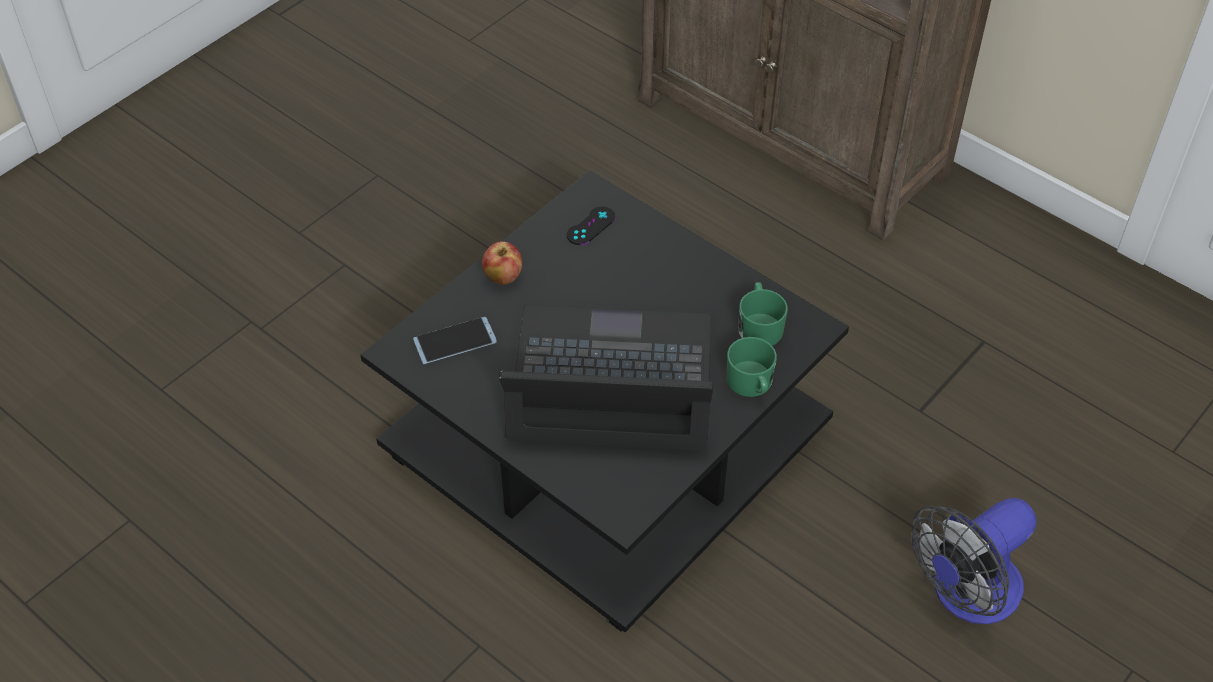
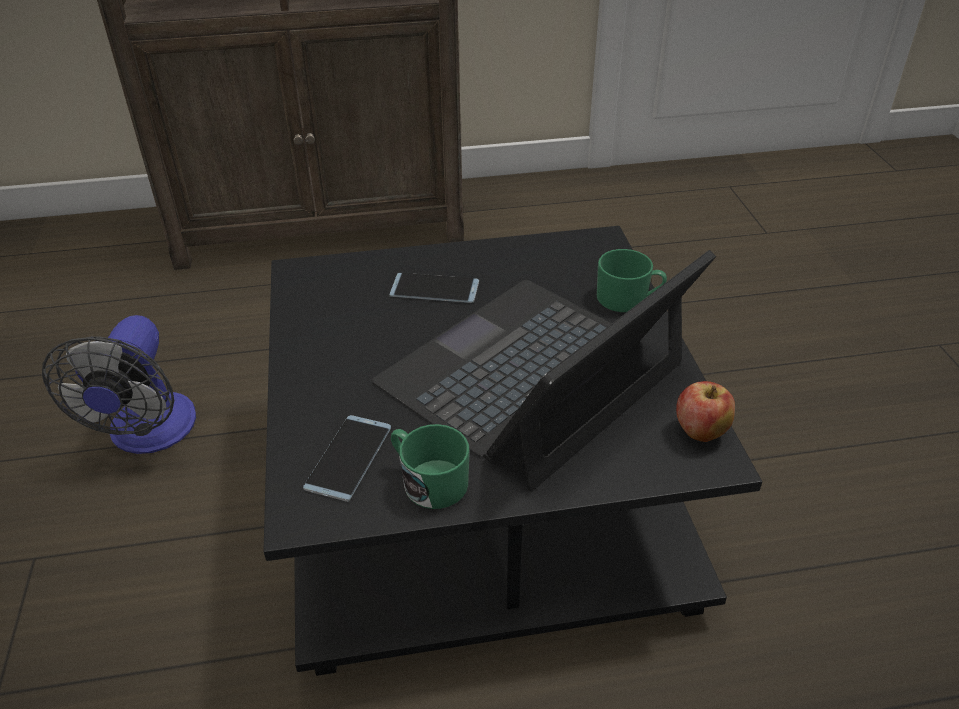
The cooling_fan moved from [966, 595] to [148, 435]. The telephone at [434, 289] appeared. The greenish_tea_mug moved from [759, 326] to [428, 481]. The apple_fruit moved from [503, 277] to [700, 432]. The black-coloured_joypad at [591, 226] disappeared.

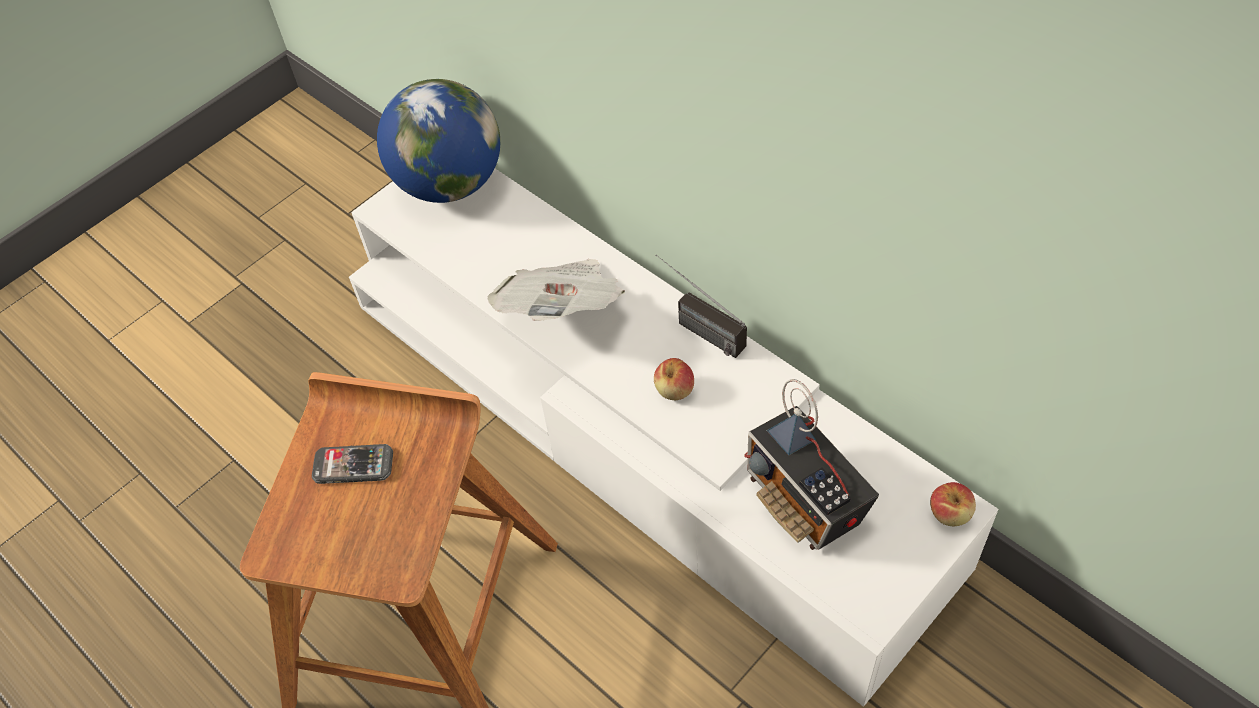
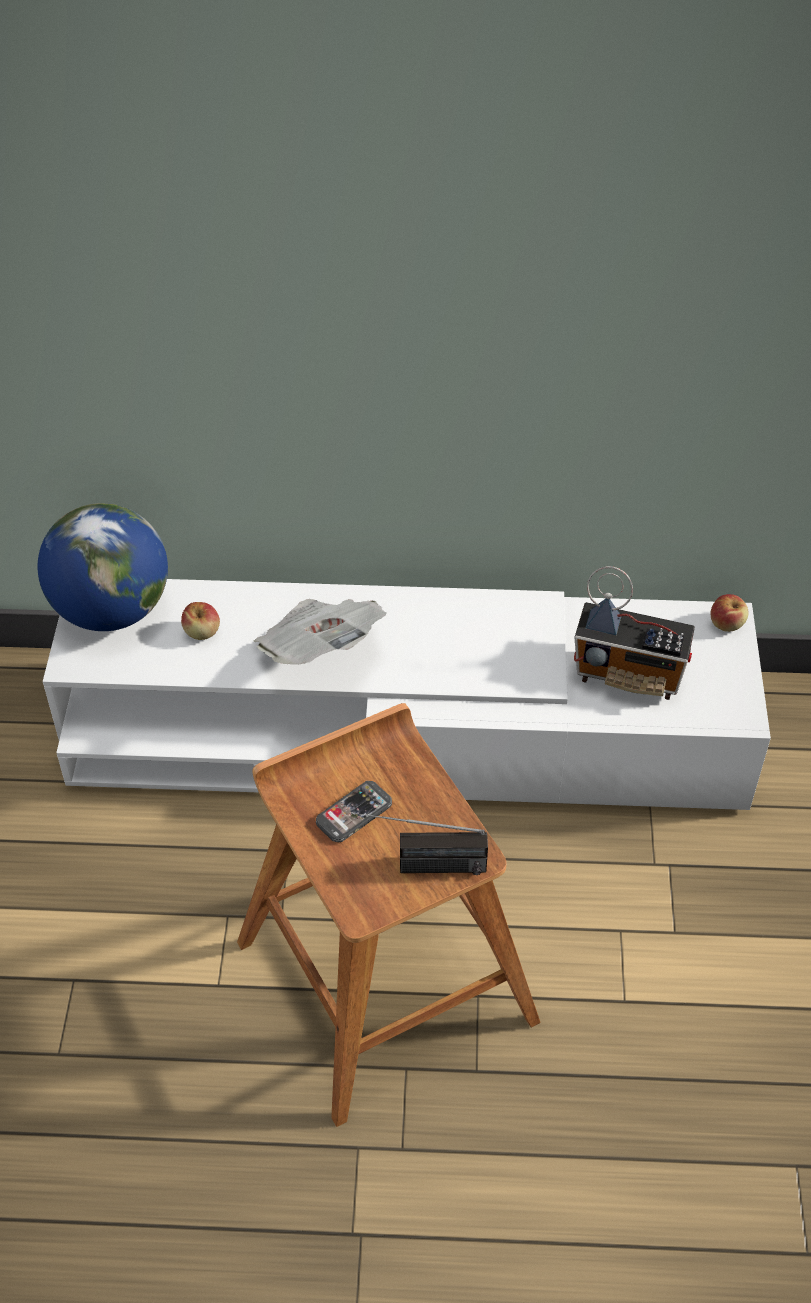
The apple_fruit moved from [674, 390] to [202, 632]. The radio_receiver moved from [695, 327] to [419, 866].

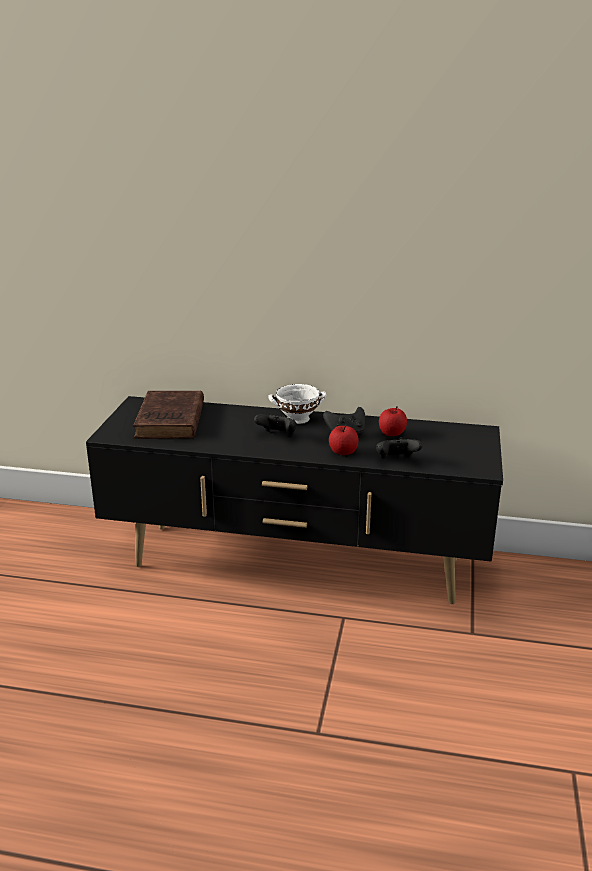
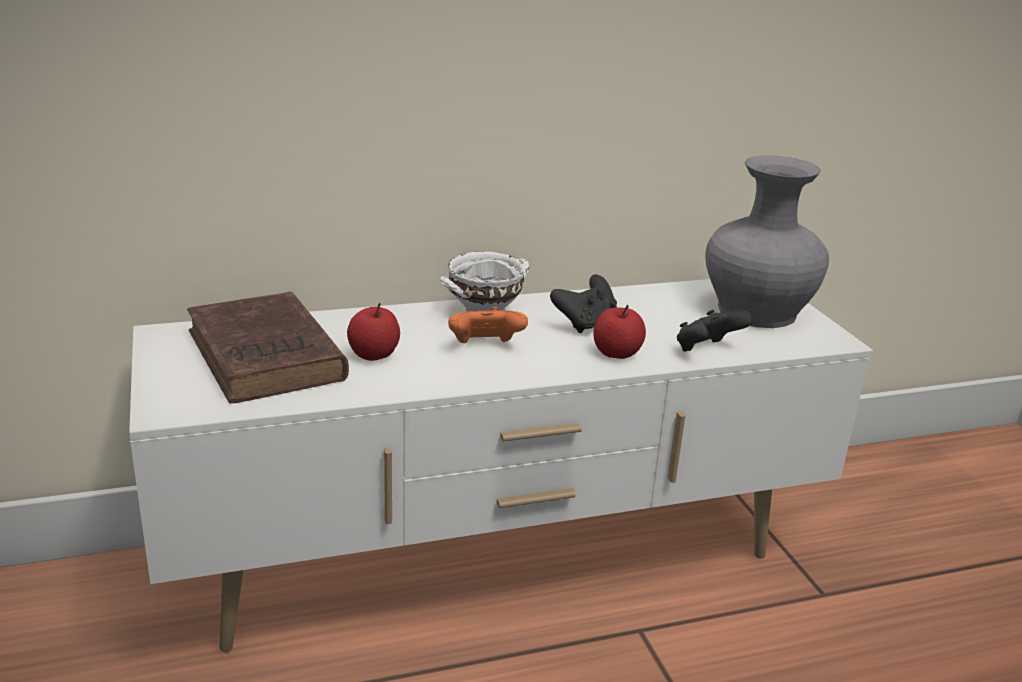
The black-coloured_media_console at [297, 565] became the whitish_media_console at [499, 562]. The apple_fruit moved from [392, 433] to [374, 355]. The black-coloured_joypad at [277, 436] became the orange-coloured_joypad at [485, 347]. The grey_vase at [755, 311] appeared.

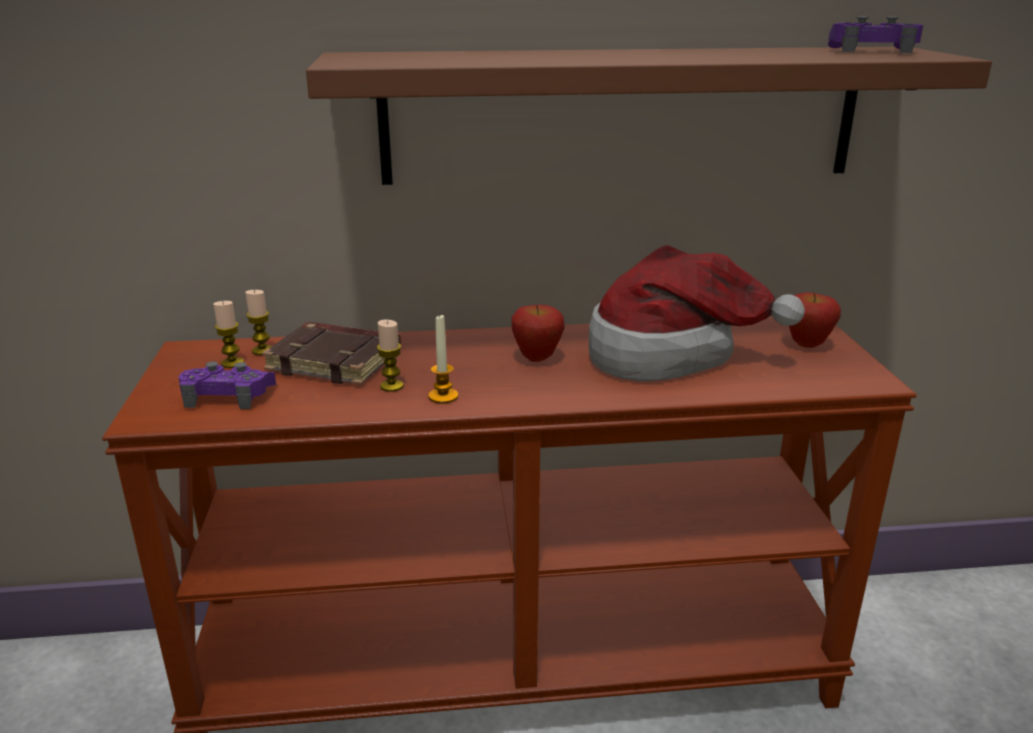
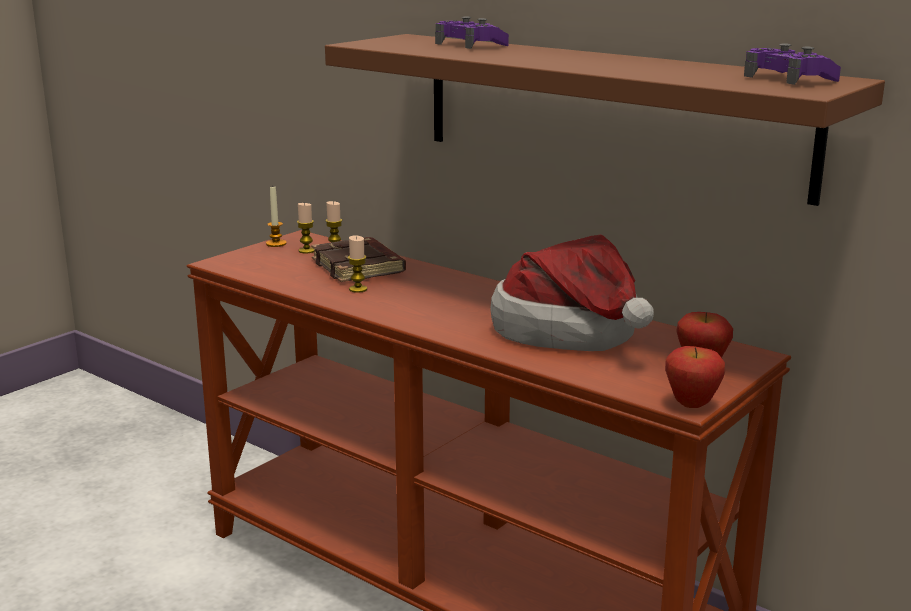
The wax_light moved from [443, 396] to [276, 244]. The purple_joypad moved from [228, 395] to [470, 45]. The apple_fruit moved from [537, 359] to [691, 405].

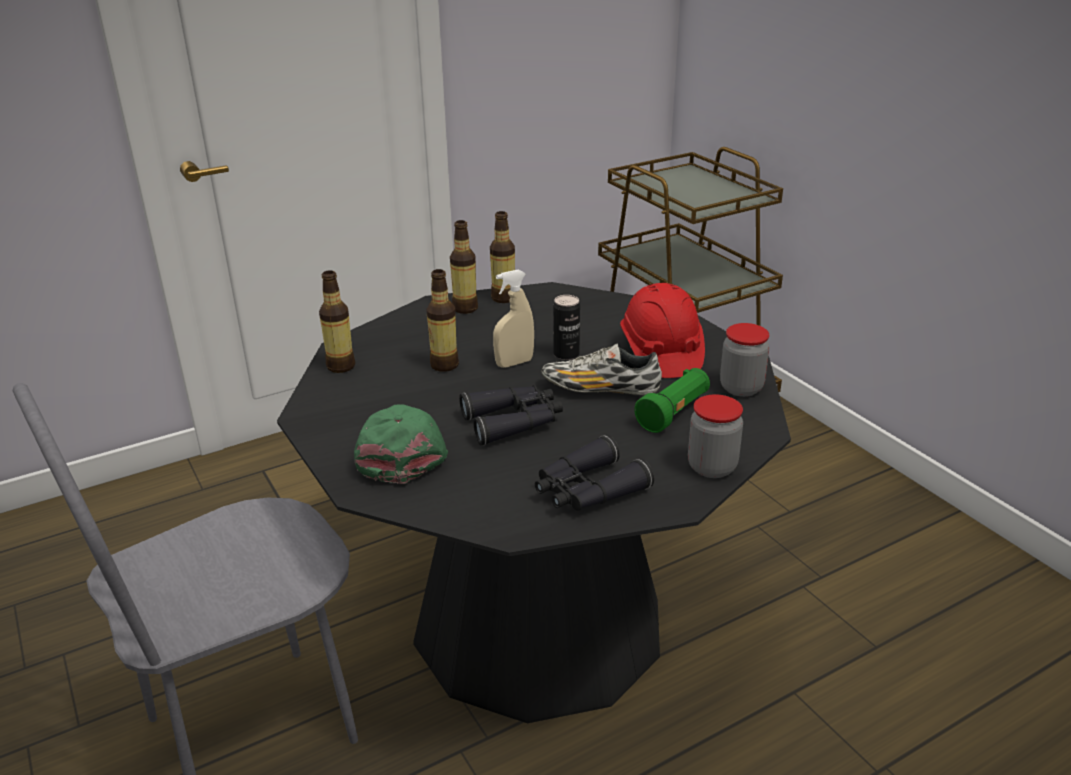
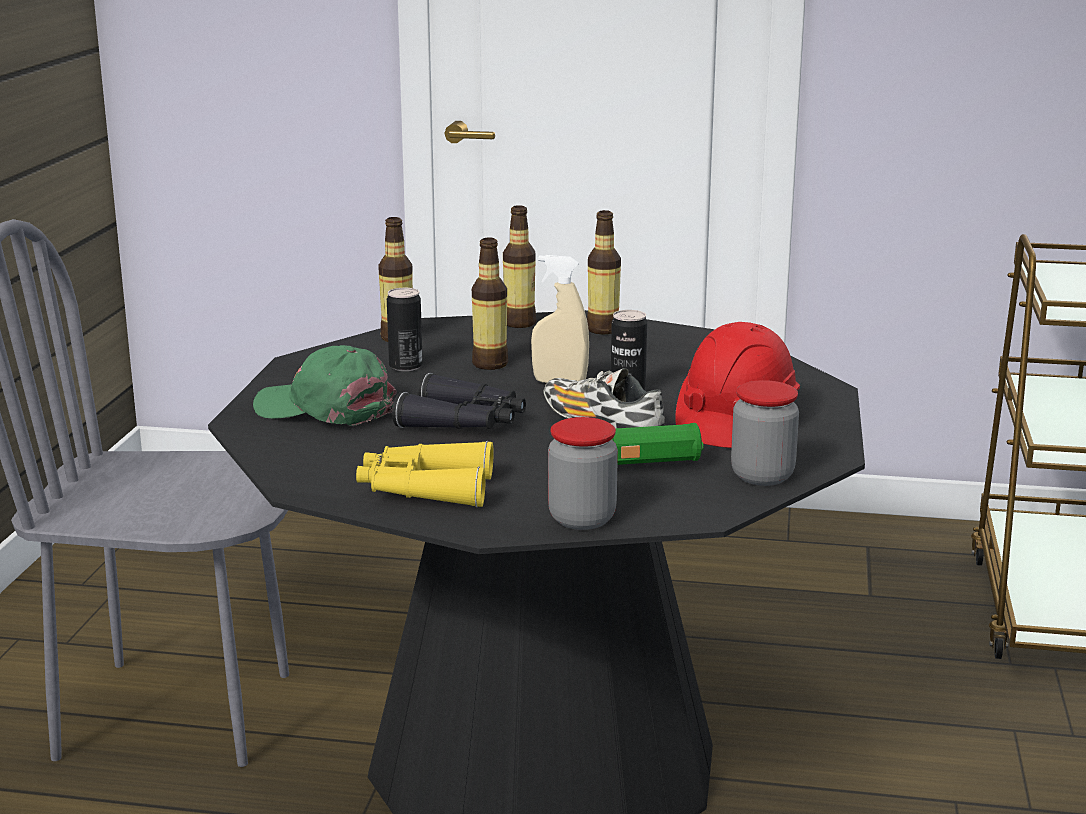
The greenish_cap at [401, 451] turned 105 degrees counterclockwise. The black-coloured_field_glasses at [587, 490] became the yellow_field_glasses at [424, 489]. The can at [405, 366] appeared. The bottle moved from [503, 298] to [519, 323].

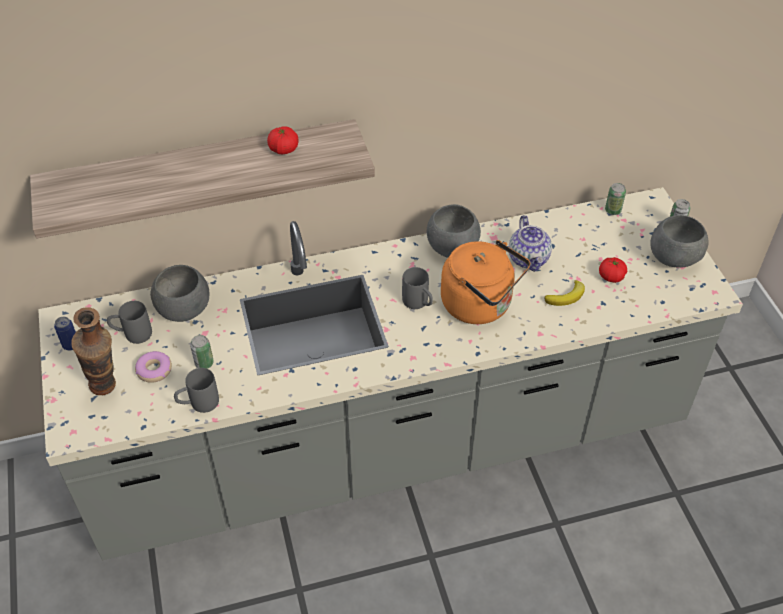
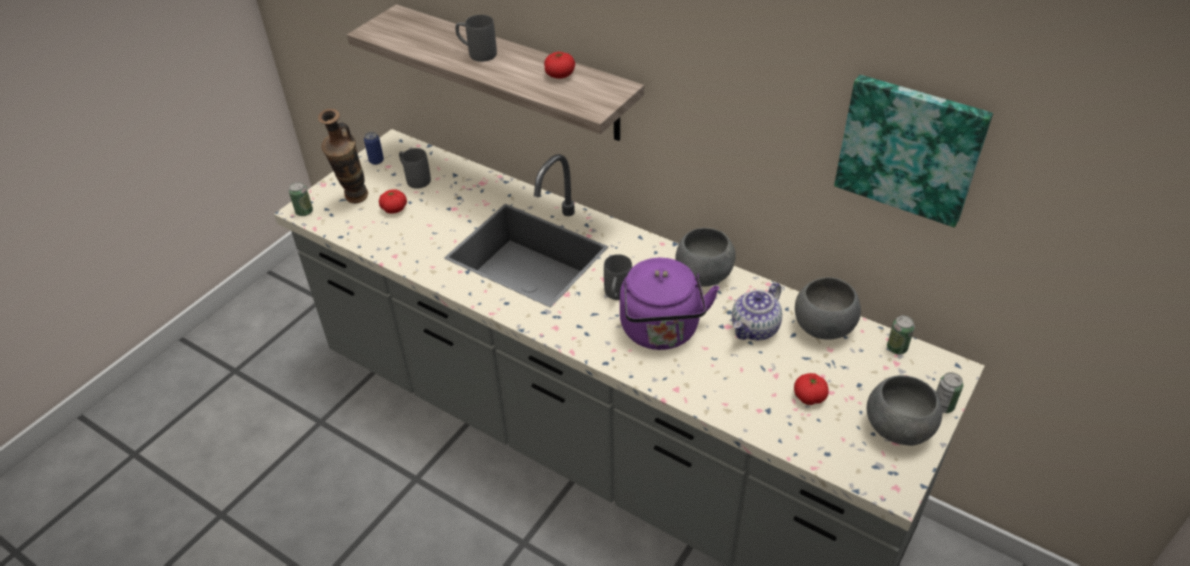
The can moved from [204, 363] to [304, 212]. The doughnut at [154, 370] was replaced by the whole_tomato at [394, 209]. The grey_tea_mug moved from [198, 404] to [477, 53]. The orange-coloured_water_kettle at [480, 305] became the purple_water_kettle at [661, 332]. The grey_serving_bowl moved from [183, 310] to [823, 327]. The wall_picture at [910, 148] appeared. The whole_banana at [566, 296] disappeared.

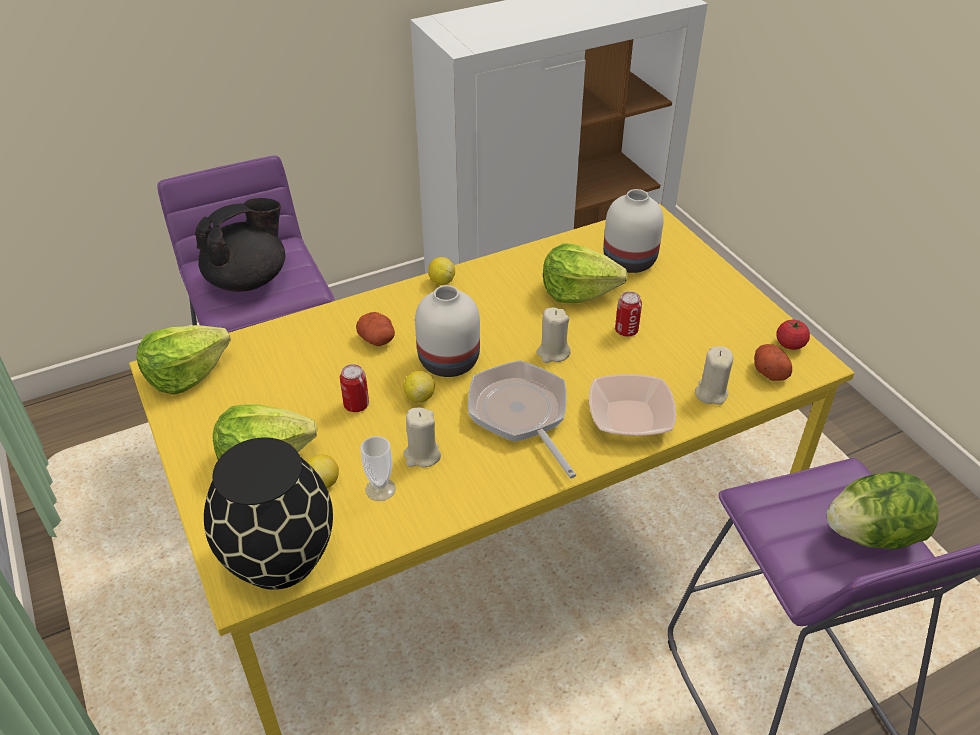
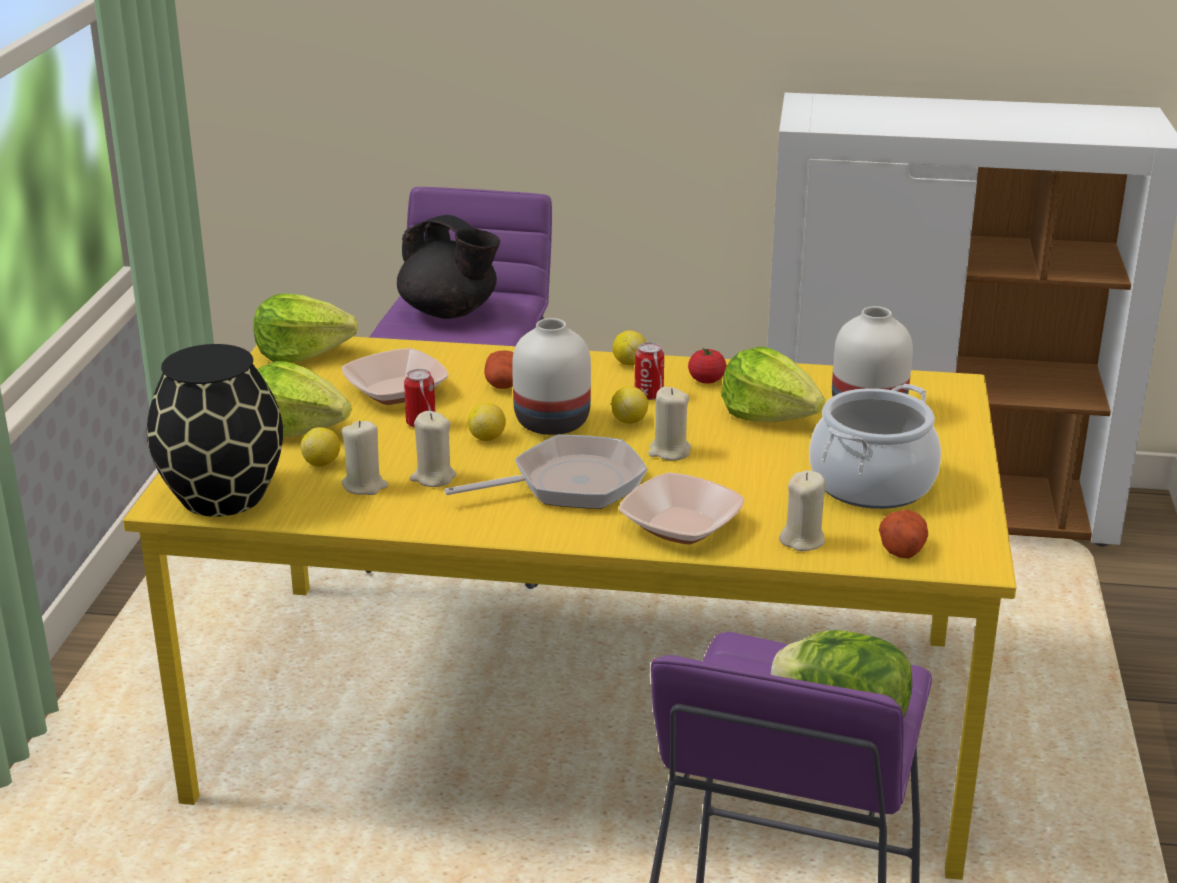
The serving_bowl at [396, 391] appeared. The cup at [380, 489] was replaced by the beige_wax_light at [364, 486]. The black-coloured_tea_pot at [248, 279] turned 45 degrees clockwise. The frying_pan at [521, 414] turned 60 degrees clockwise. The whole_lemon at [629, 421] appeared. The can moved from [626, 330] to [648, 395]. The whole_tomato moved from [790, 344] to [706, 380]. The stockpot at [871, 484] appeared.

